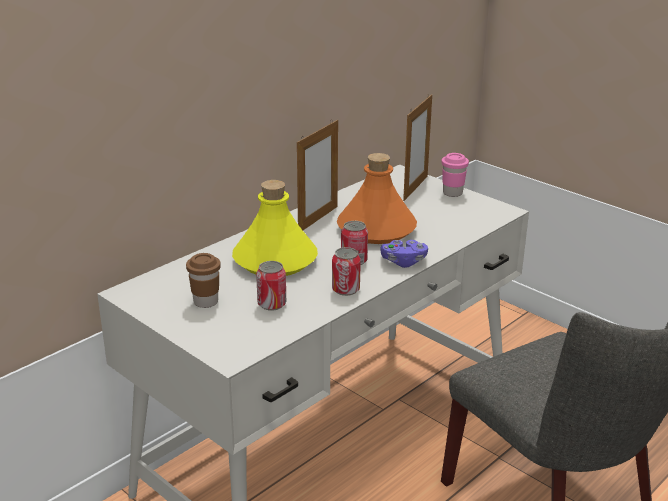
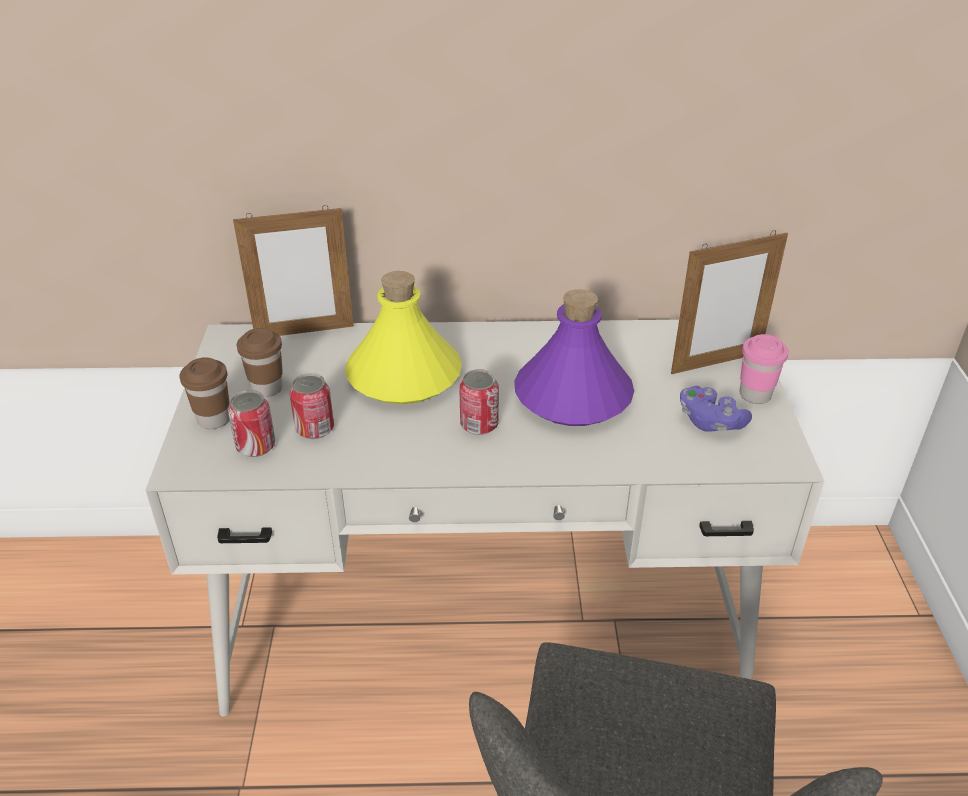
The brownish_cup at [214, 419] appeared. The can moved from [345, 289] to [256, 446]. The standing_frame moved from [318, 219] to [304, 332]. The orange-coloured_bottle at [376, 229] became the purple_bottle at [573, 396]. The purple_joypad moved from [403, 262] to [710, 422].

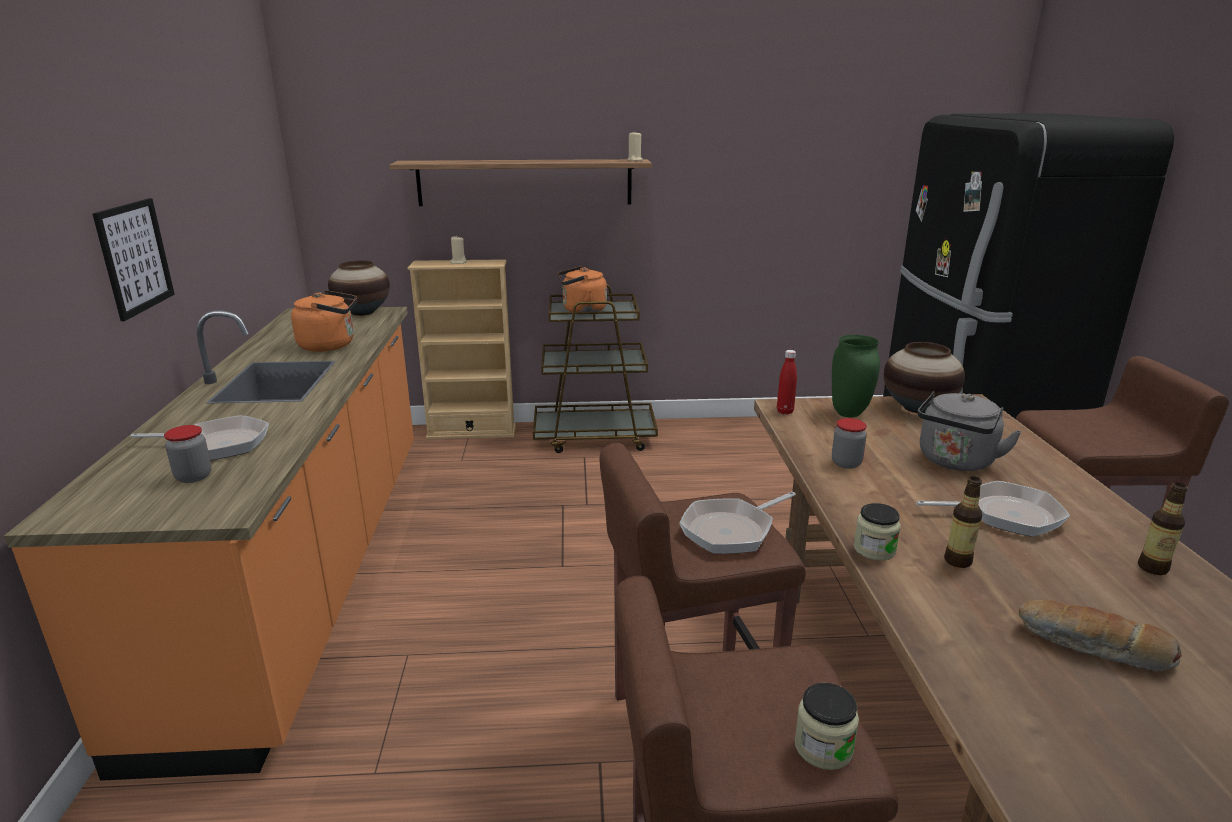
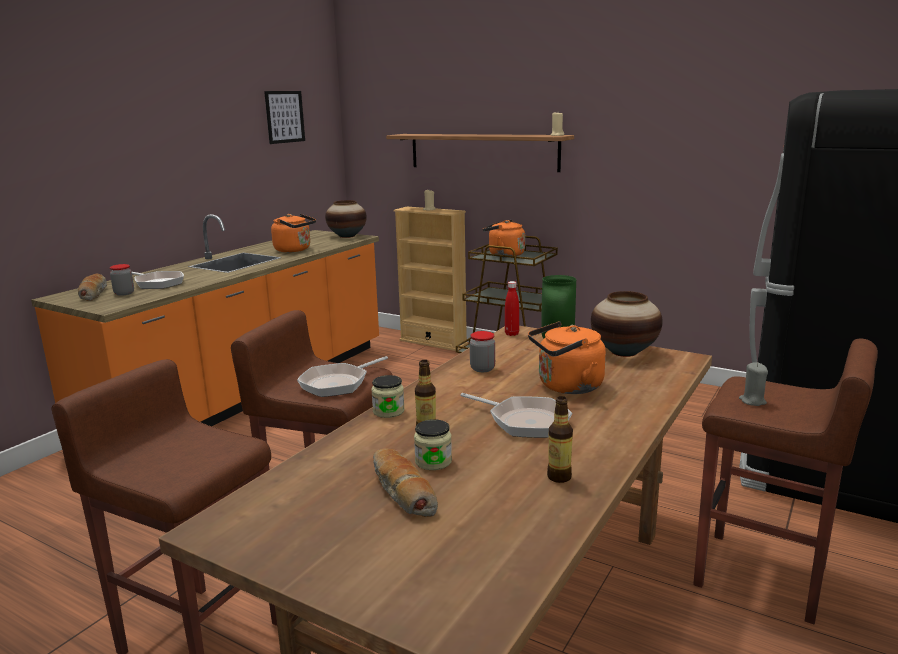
The bread at [93, 293] appeared. The wall_picture moved from [135, 257] to [284, 117]. The frying_pan at [731, 530] turned 45 degrees counterclockwise. The storage_jar moved from [823, 747] to [433, 461]. The grey_water_kettle at [955, 462] became the orange-coloured_water_kettle at [566, 387]. The grey_wax_light at [752, 401] appeared.

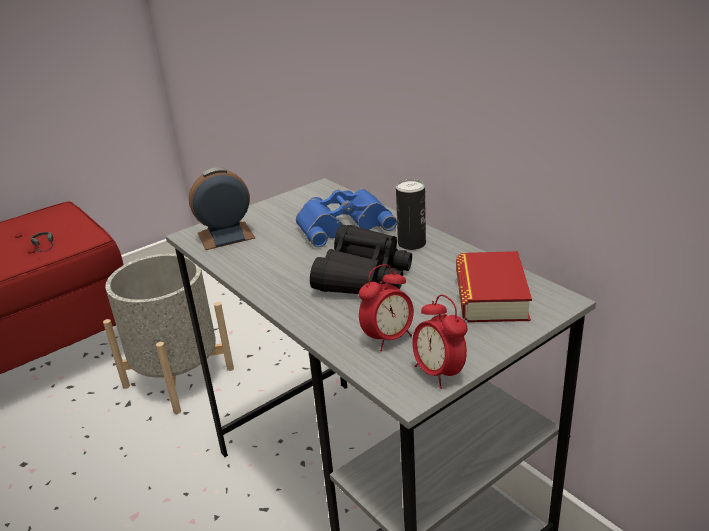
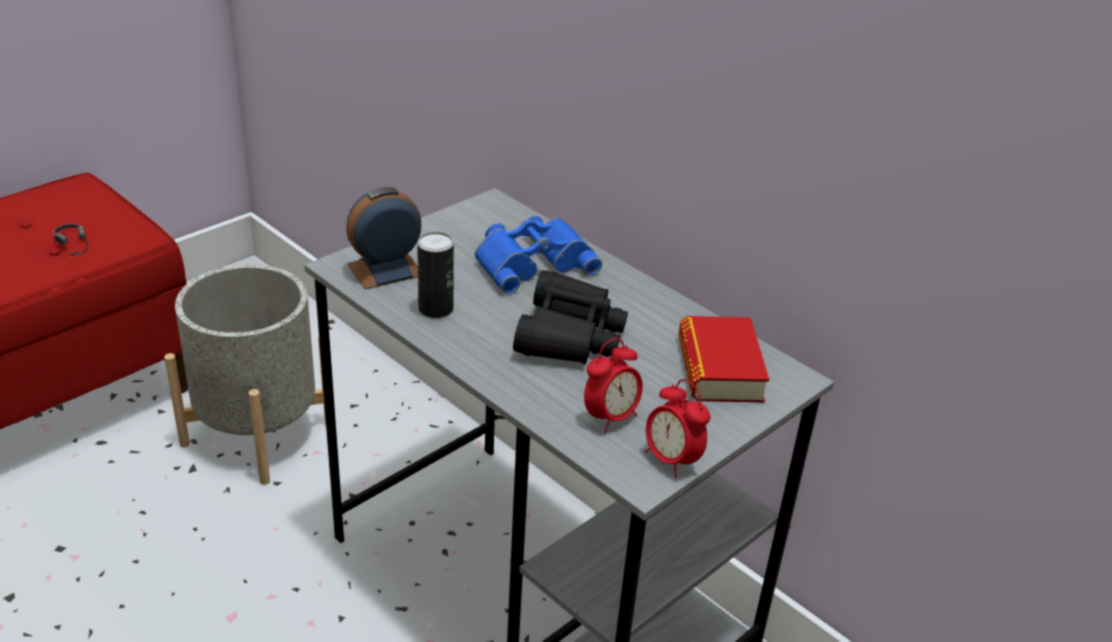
The can moved from [411, 243] to [436, 309].

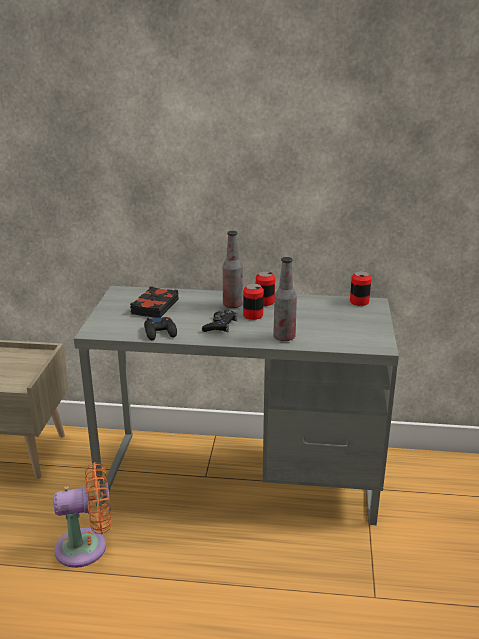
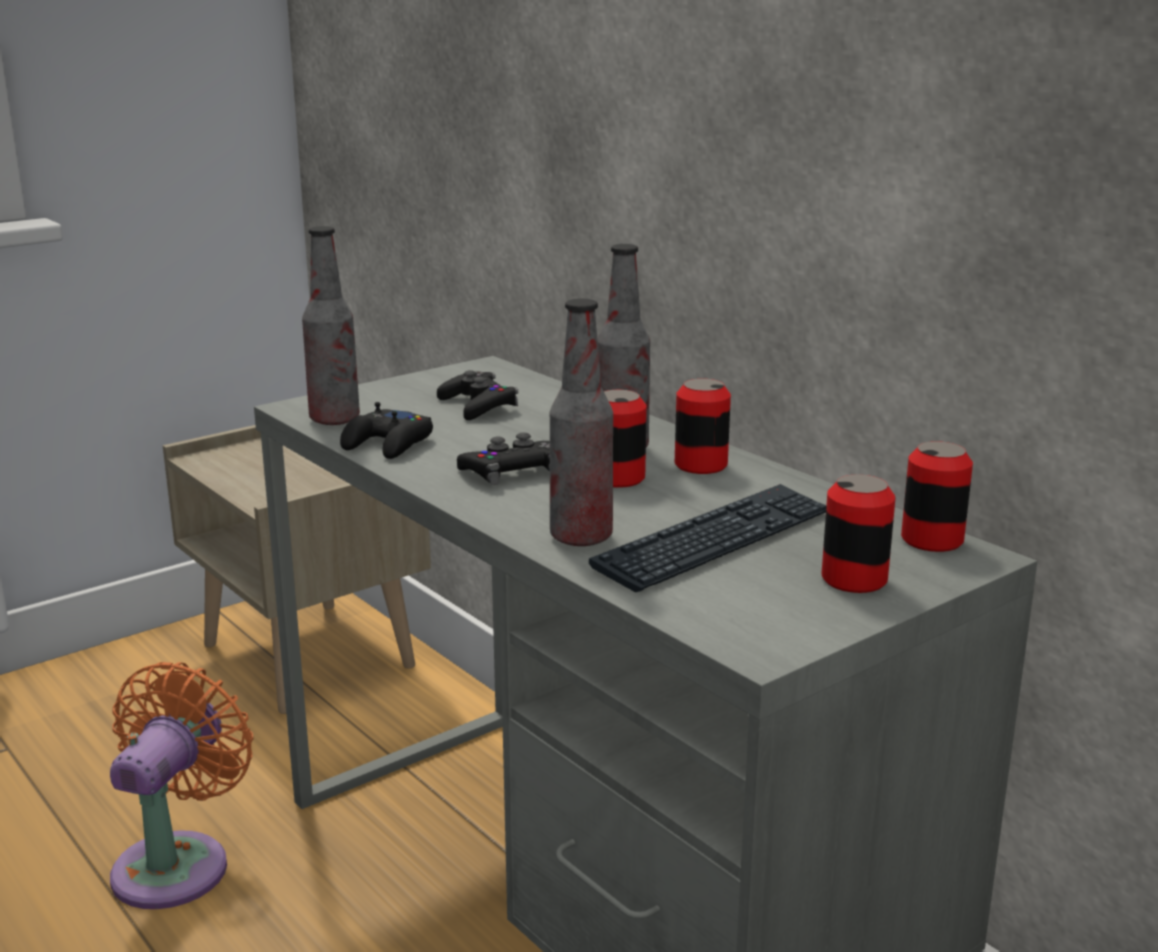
The orange-coloured_cooling_fan at [87, 547] turned 105 degrees counterclockwise. The bottle at [334, 419] appeared. The black-coloured_bound_book at [154, 307] was replaced by the black-coloured_joypad at [478, 405]. The keyboard at [716, 540] appeared. The can at [854, 579] appeared.

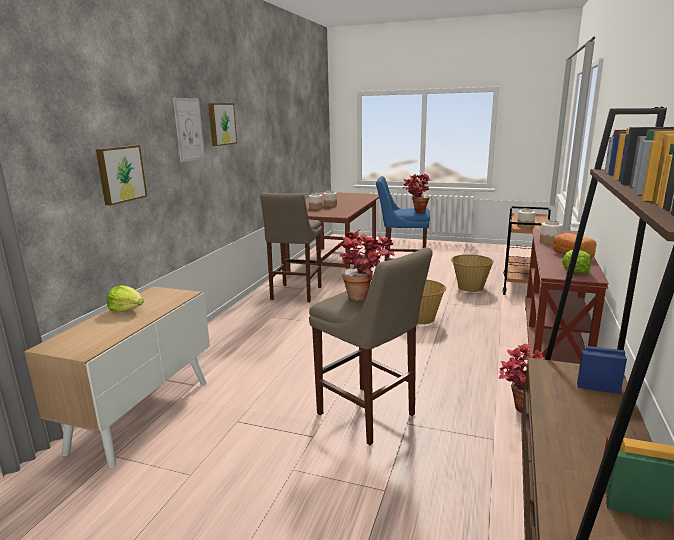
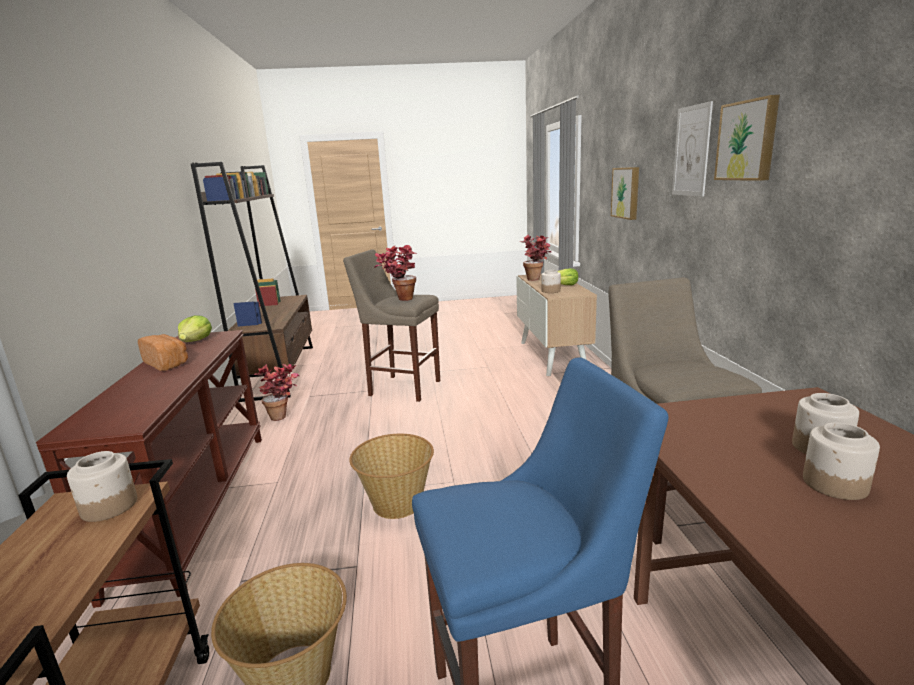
The houseplant moved from [416, 212] to [537, 279]. The storage_jar moved from [550, 242] to [550, 291].

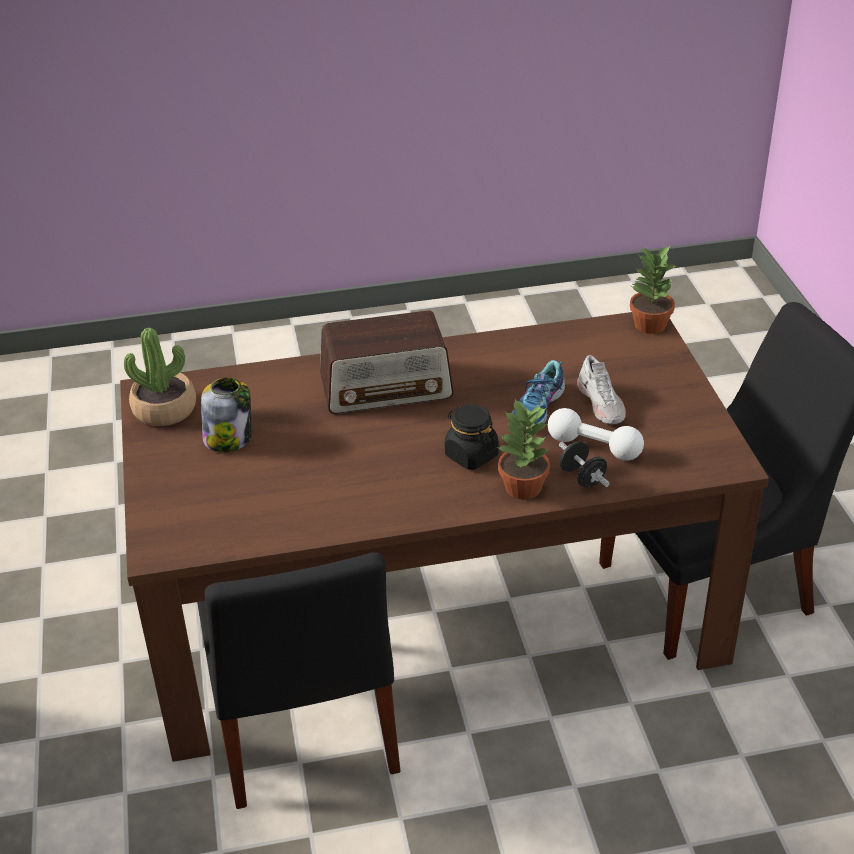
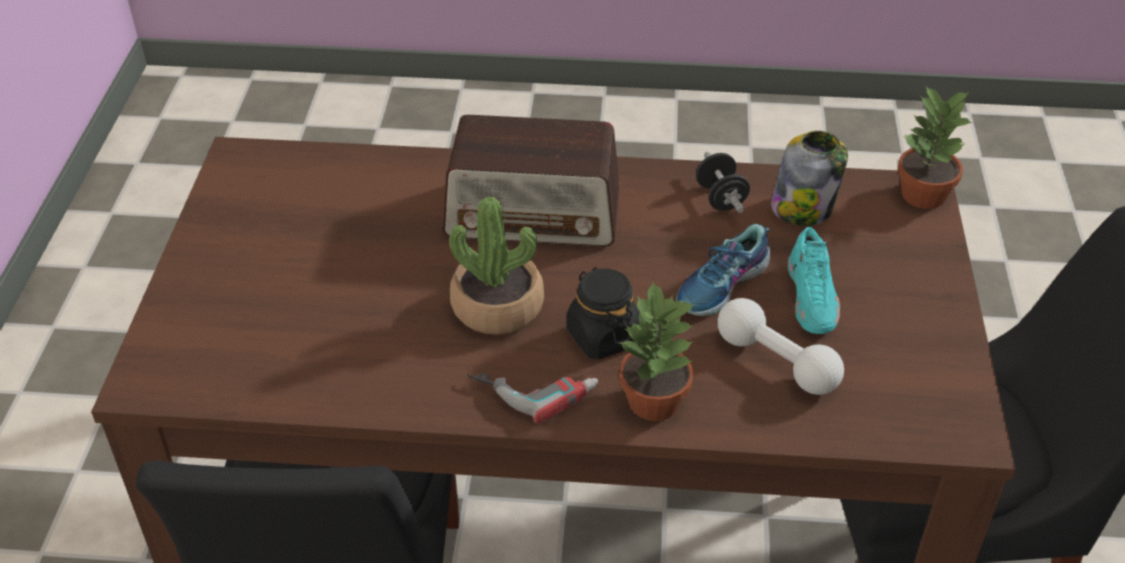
The houseplant moved from [164, 409] to [497, 306]. The drill at [534, 386] appeared. The black-coloured_dumbbell moved from [582, 477] to [720, 198]. The storage_jar moved from [229, 438] to [803, 208]. The whitish_item_of_footwear at [601, 404] became the turquoise-coloured_item_of_footwear at [812, 298].

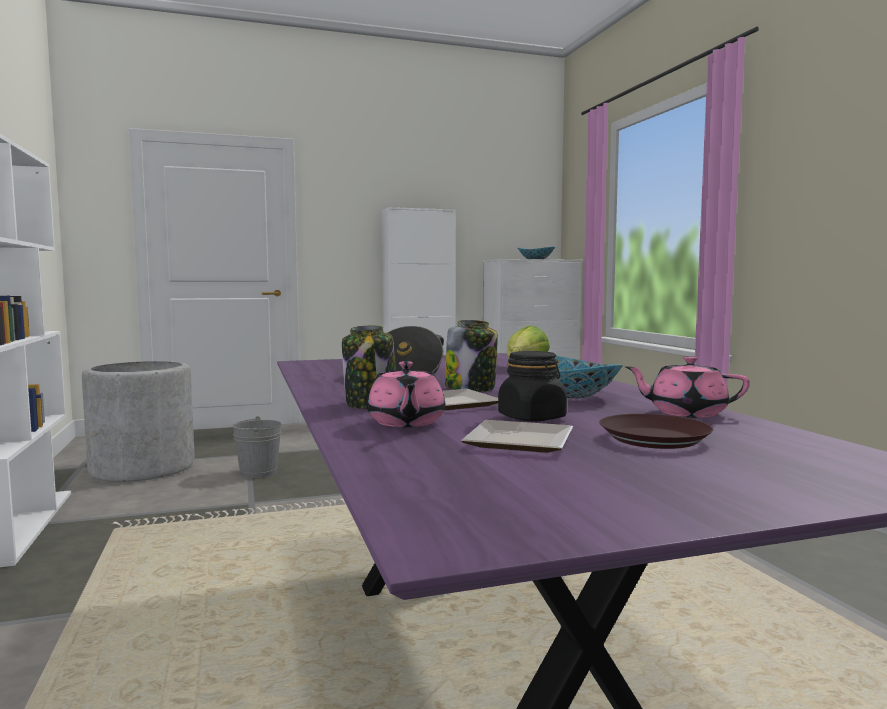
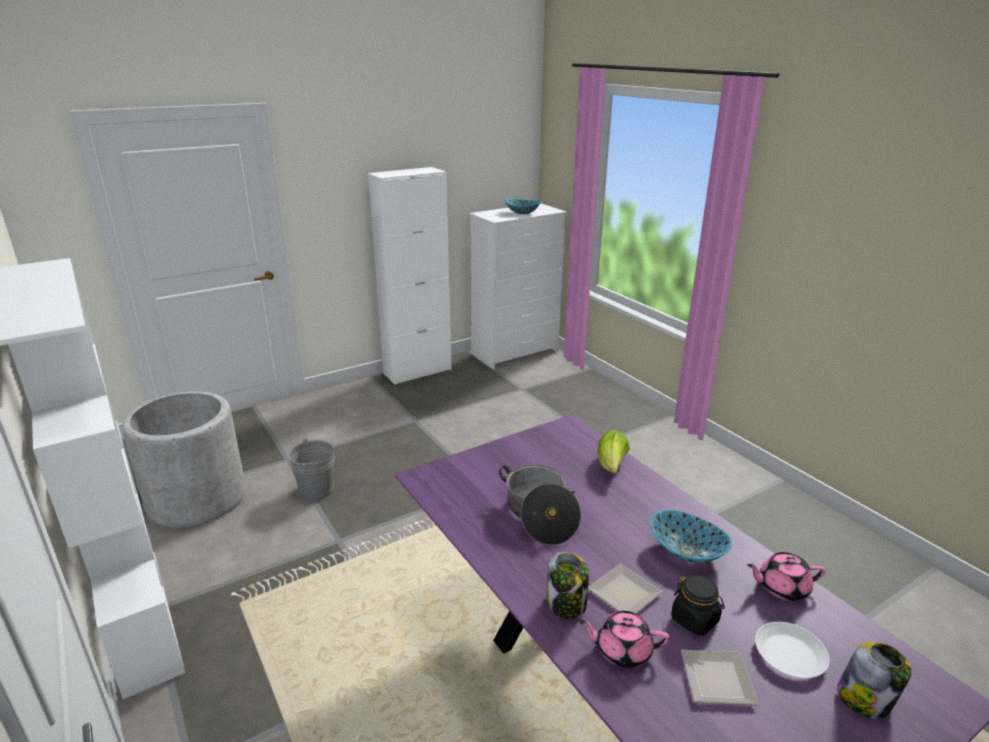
The pinkish_tea_pot at [406, 423] turned 120 degrees clockwise. The brownish_flat_dish at [653, 439] became the whitish_flat_dish at [788, 655]. The storage_jar moved from [471, 388] to [865, 699].

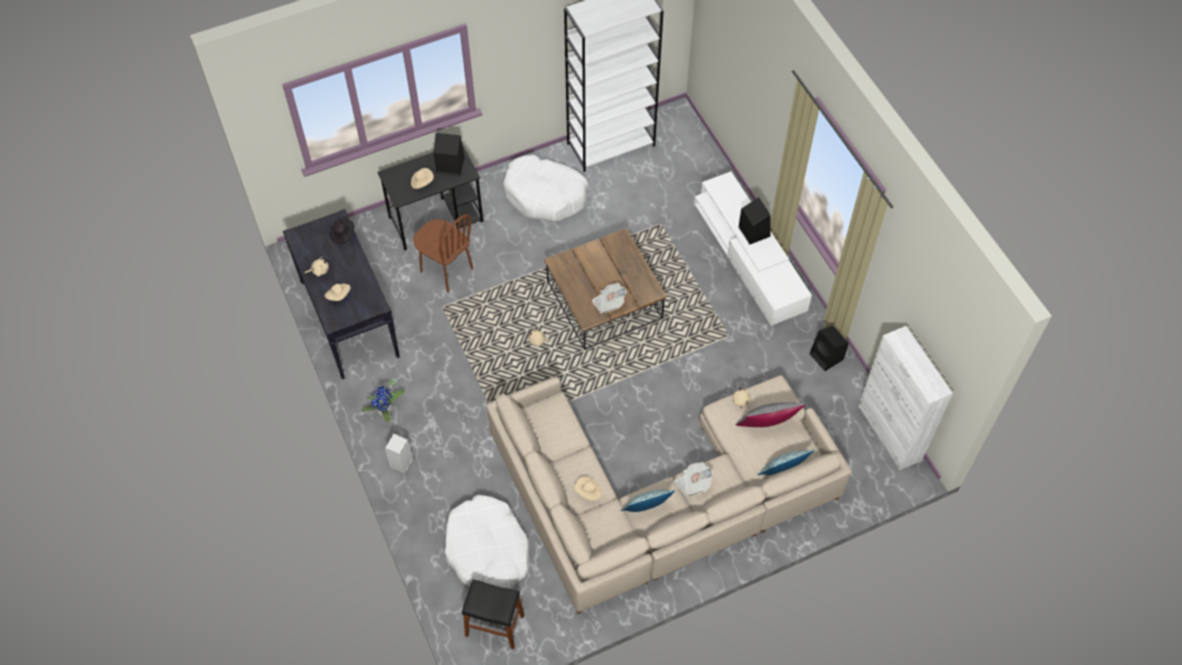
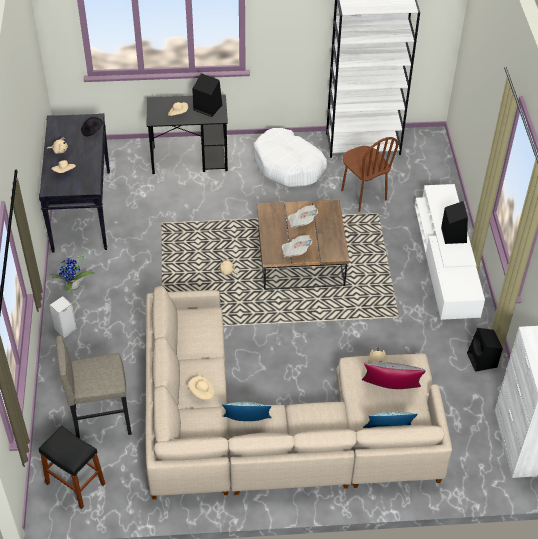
The whitish_pet_bed at [488, 550] was replaced by the grey_sitting_stool at [101, 420]. The newspaper moved from [693, 483] to [301, 221]. The brownish_plain_chair moved from [446, 270] to [363, 195].

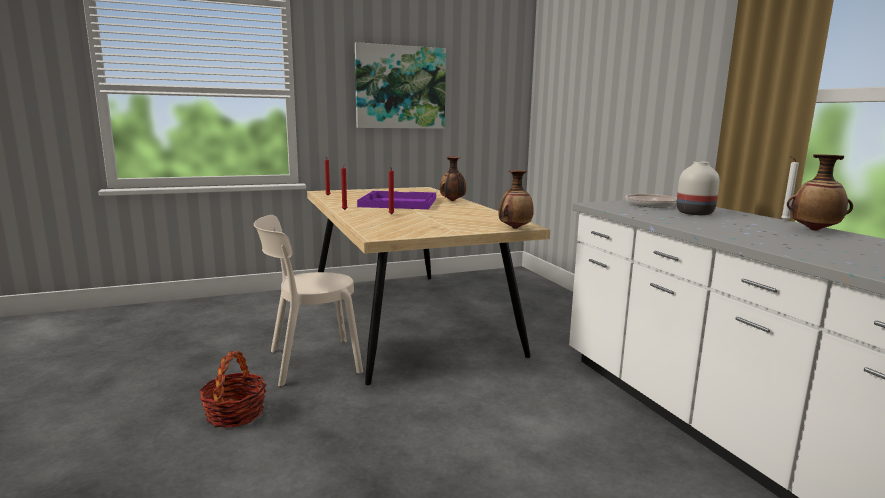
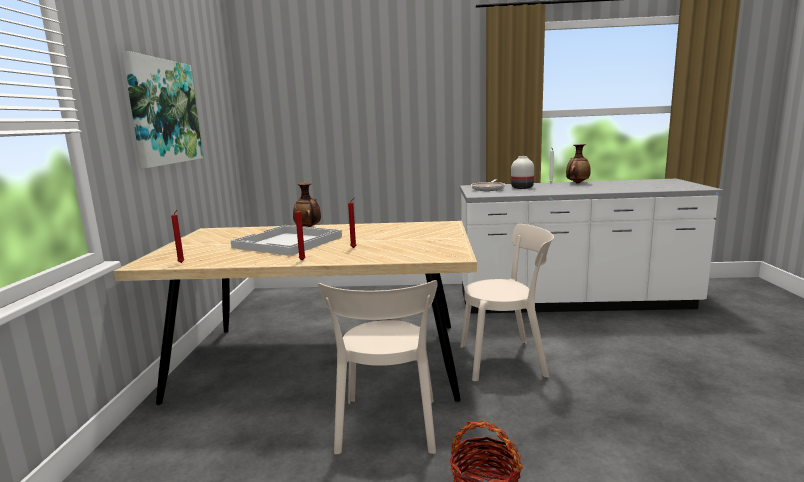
The purple_tray at [398, 202] became the whitish_tray at [288, 242]. The beige_plain_chair at [506, 360] appeared. The vase at [514, 228] disappeared.

